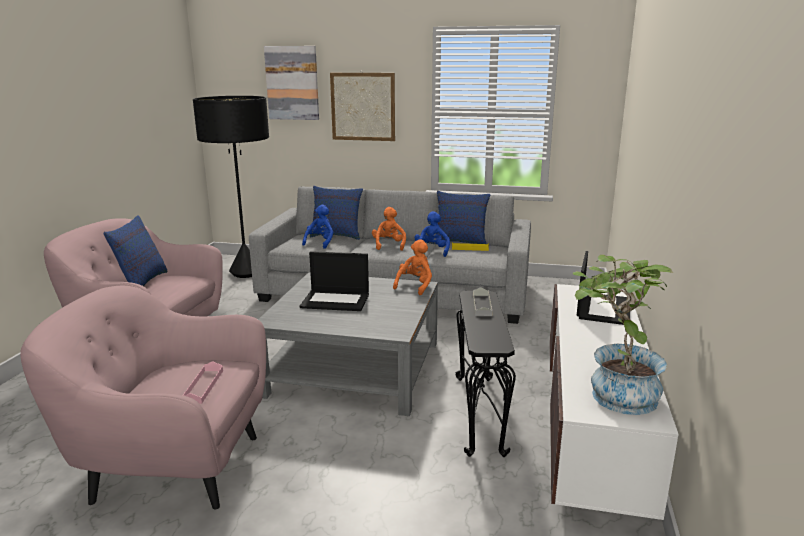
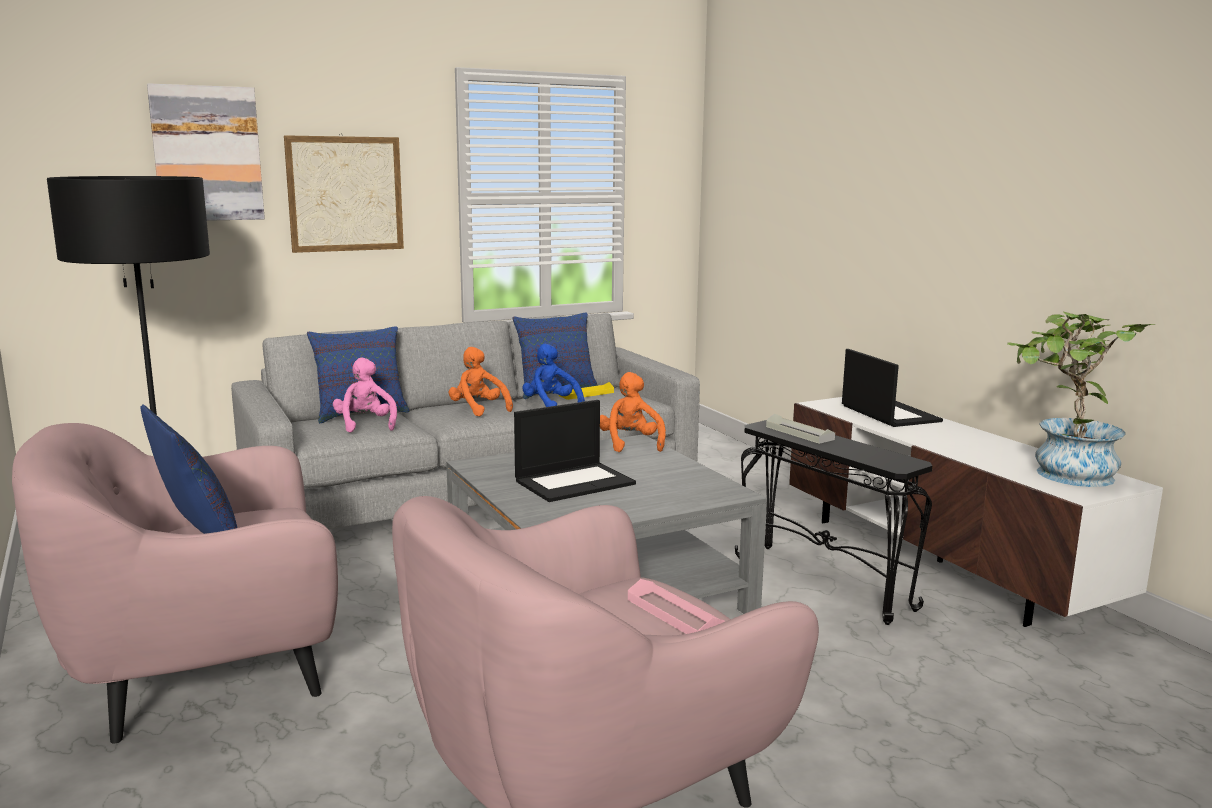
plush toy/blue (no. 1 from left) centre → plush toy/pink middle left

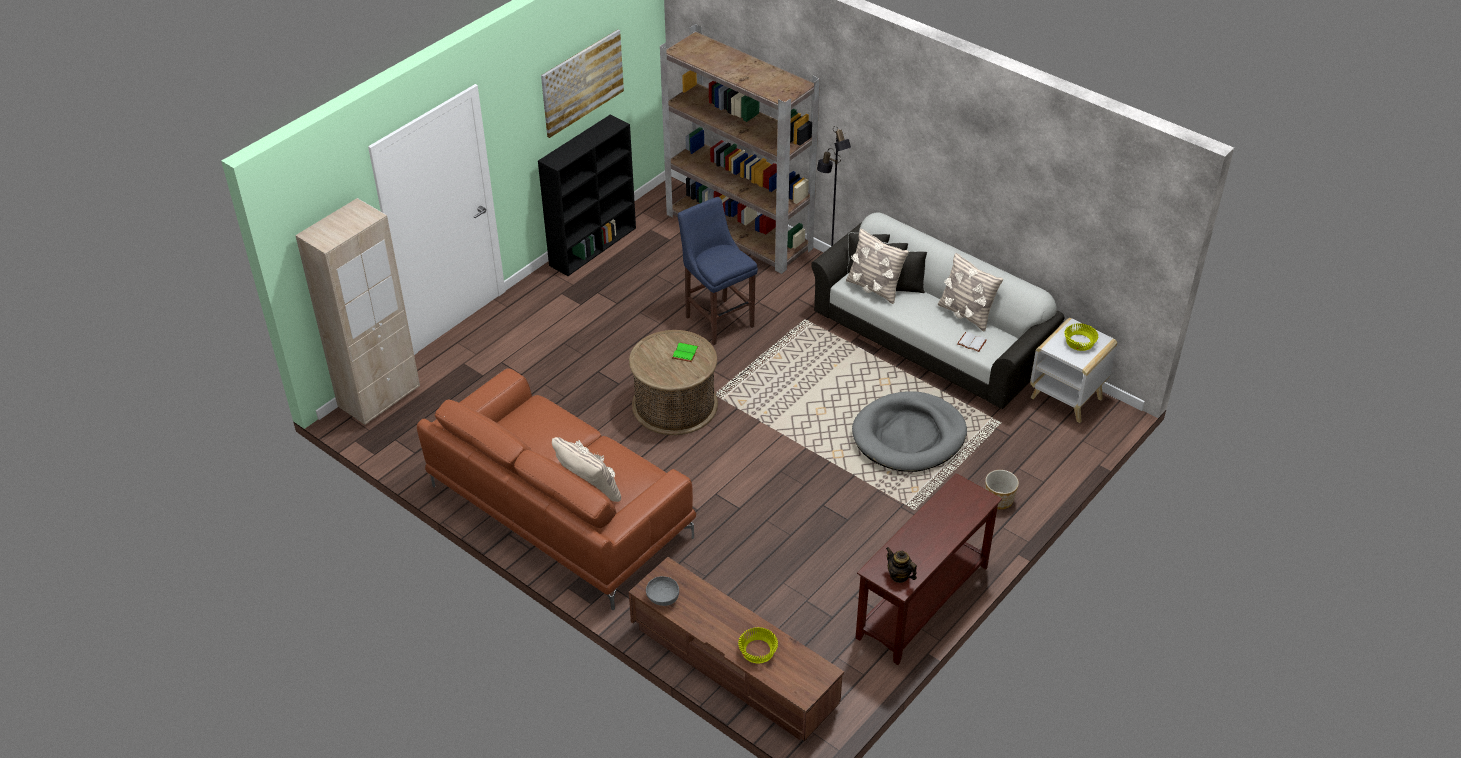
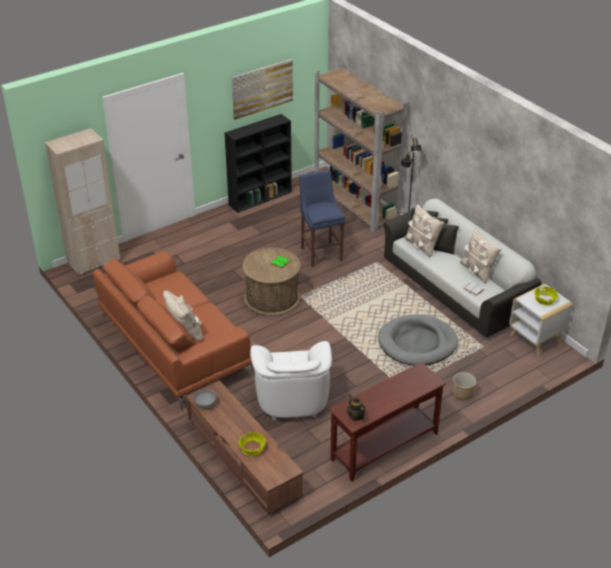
- → armchair/white bottom centre

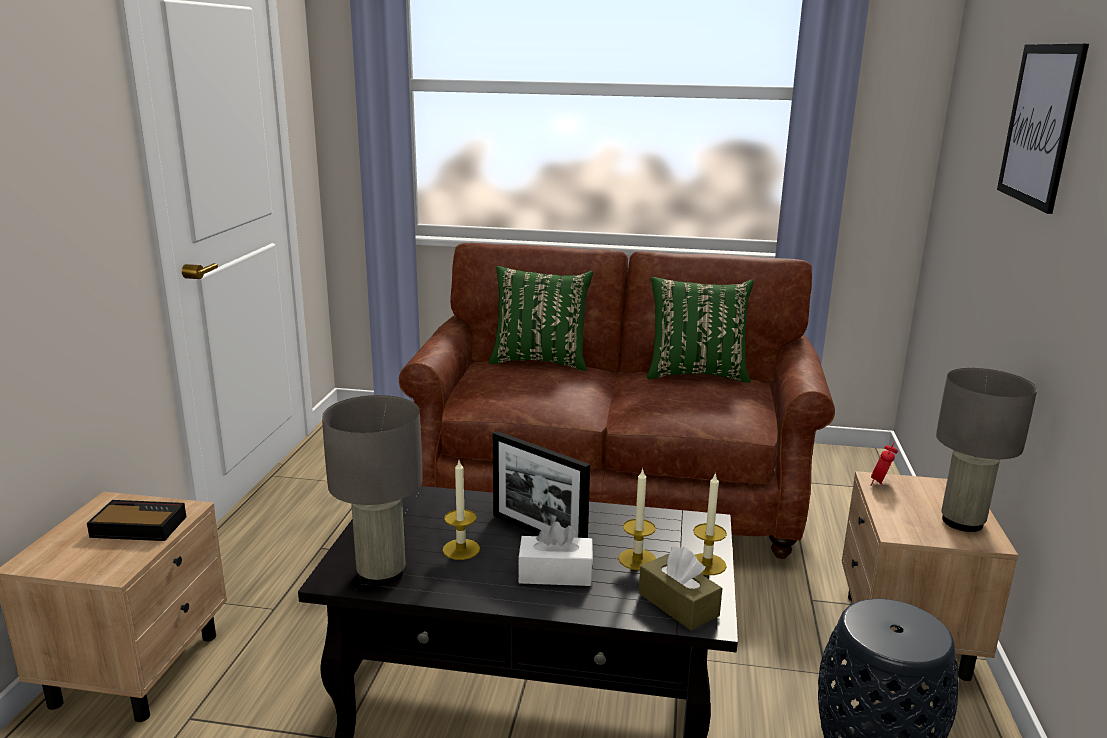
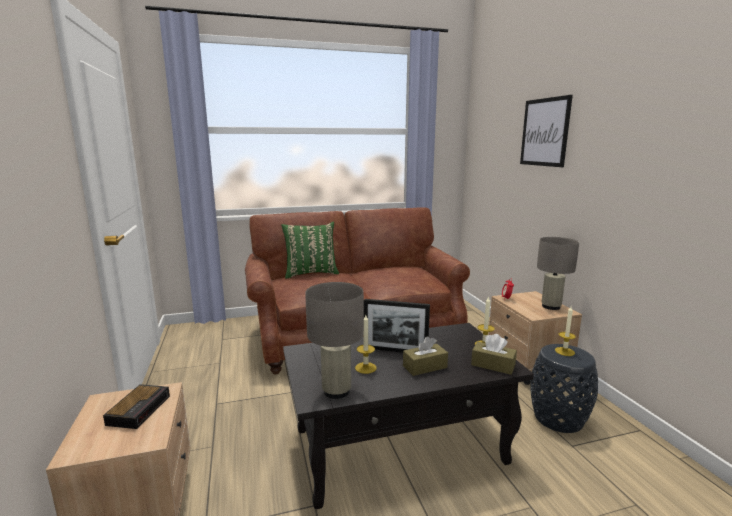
pillow/green (no. 2 from left) centre → -
candle (no. 2 from left in the first image) bottom centre → candle (no. 3 from left) middle right, relocated
tissue box/white bottom centre → tissue box/brown (no. 1 from left) bottom centre
alarm clock (no. 1 from left) bottom left, 120 degrees clockwise

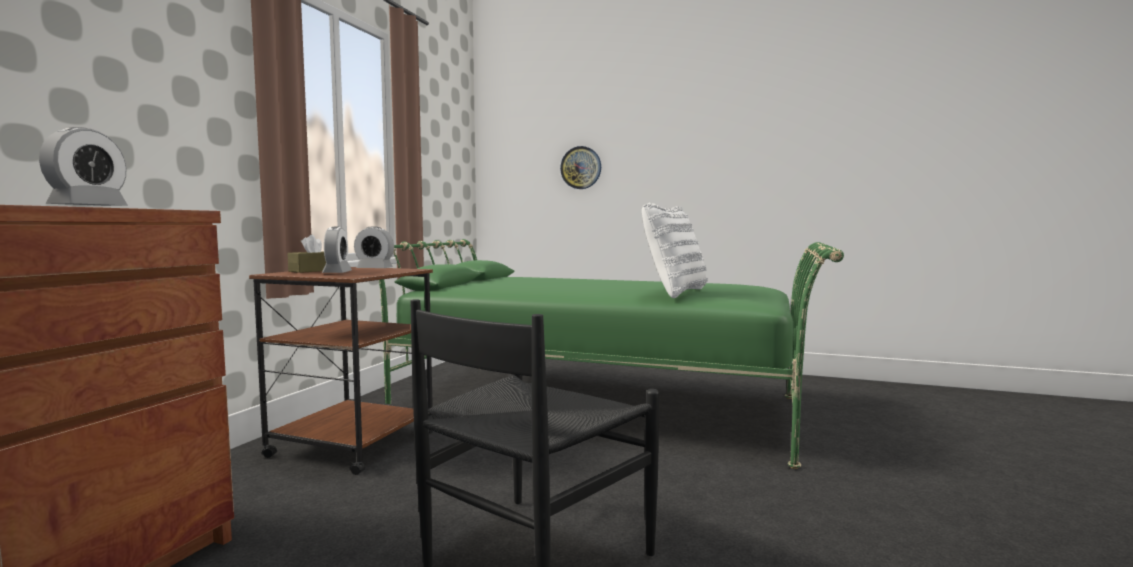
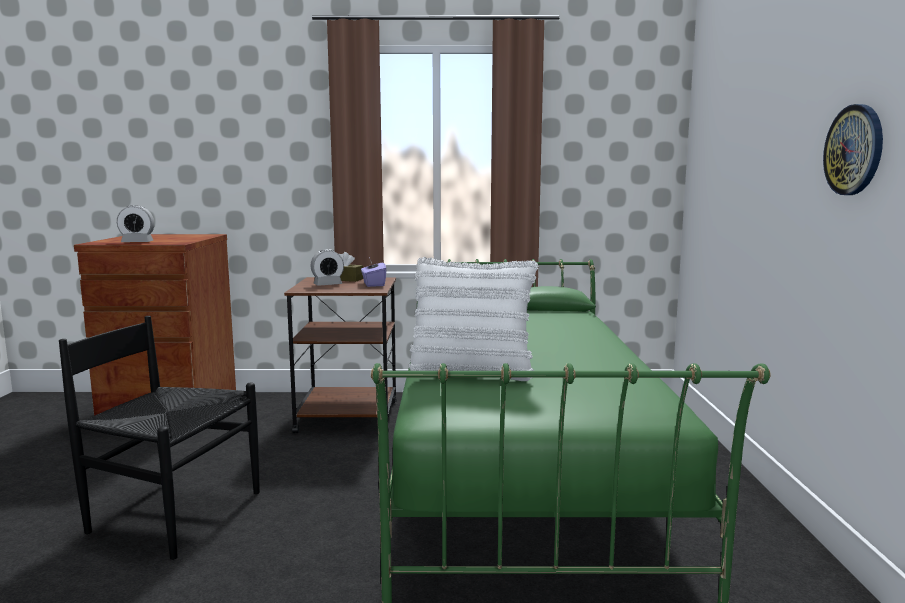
wall clock top centre → wall clock top right, relocated
alarm clock (no. 3 from left) middle left → tissue box/purple centre

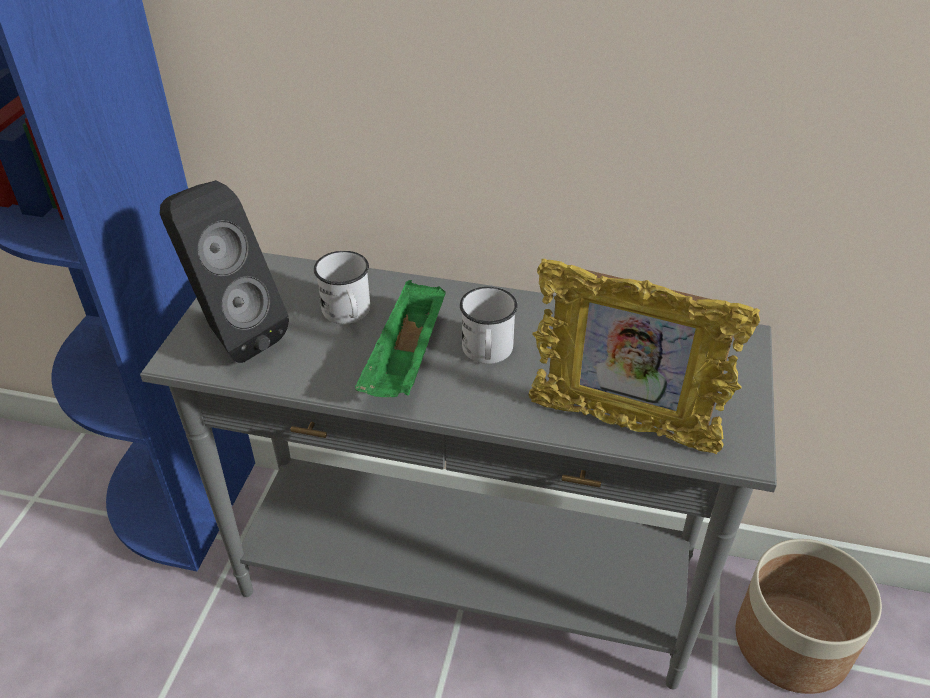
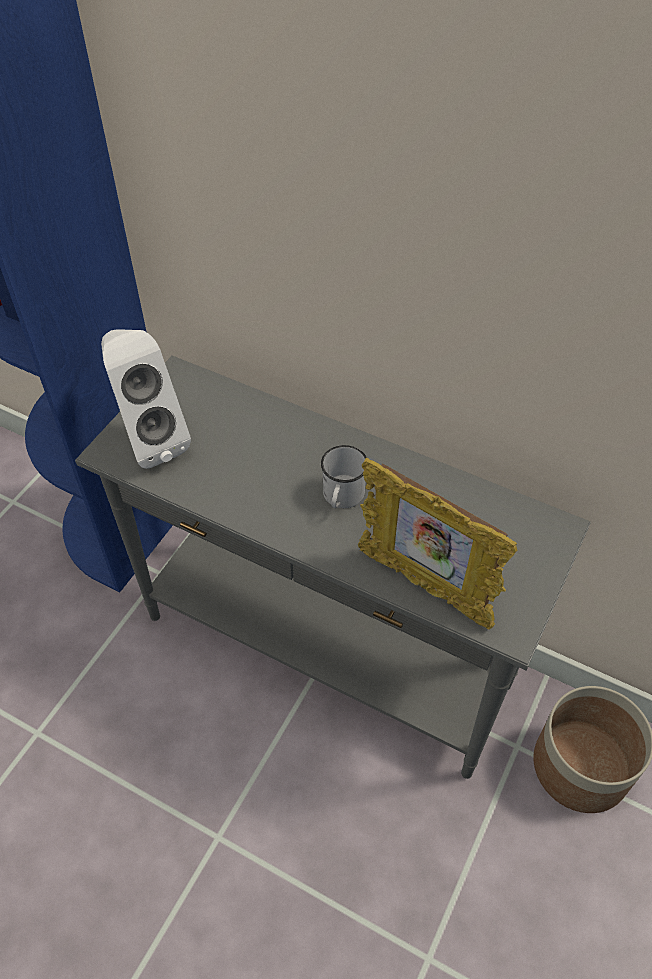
mug/white (no. 1 from left) centre → -
tray/green centre → -
speaker/black middle left → speaker/white middle left

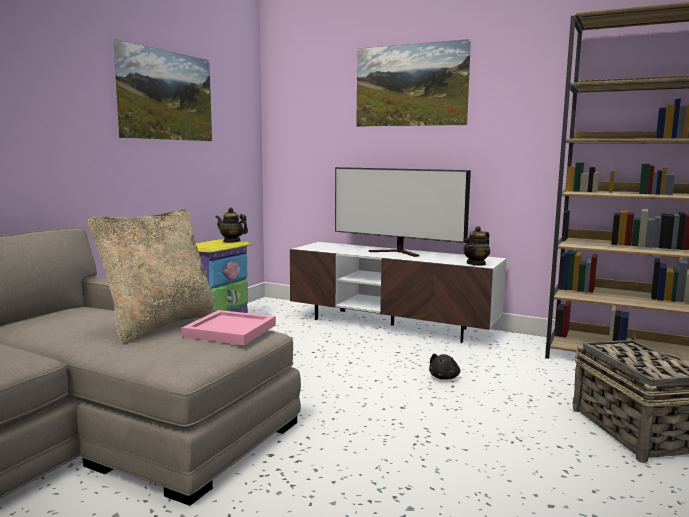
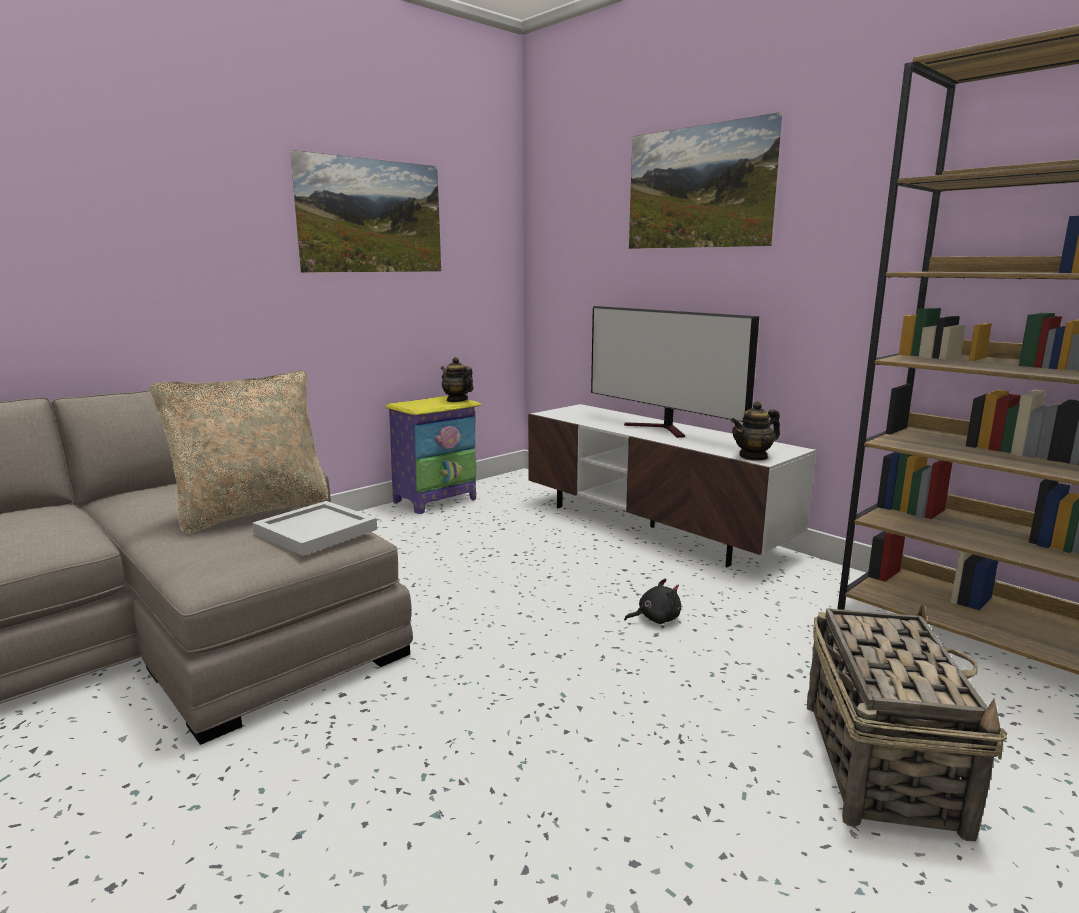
tray/pink middle left → tray/white middle left
plush toy/black bottom centre → plush toy/black centre, 150 degrees counterclockwise

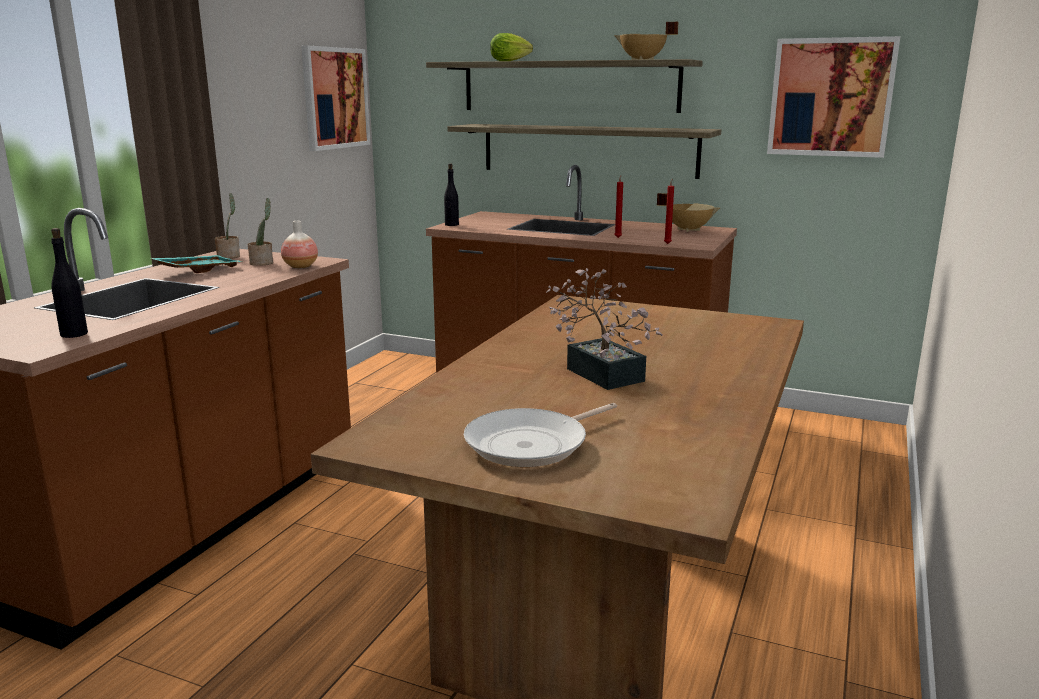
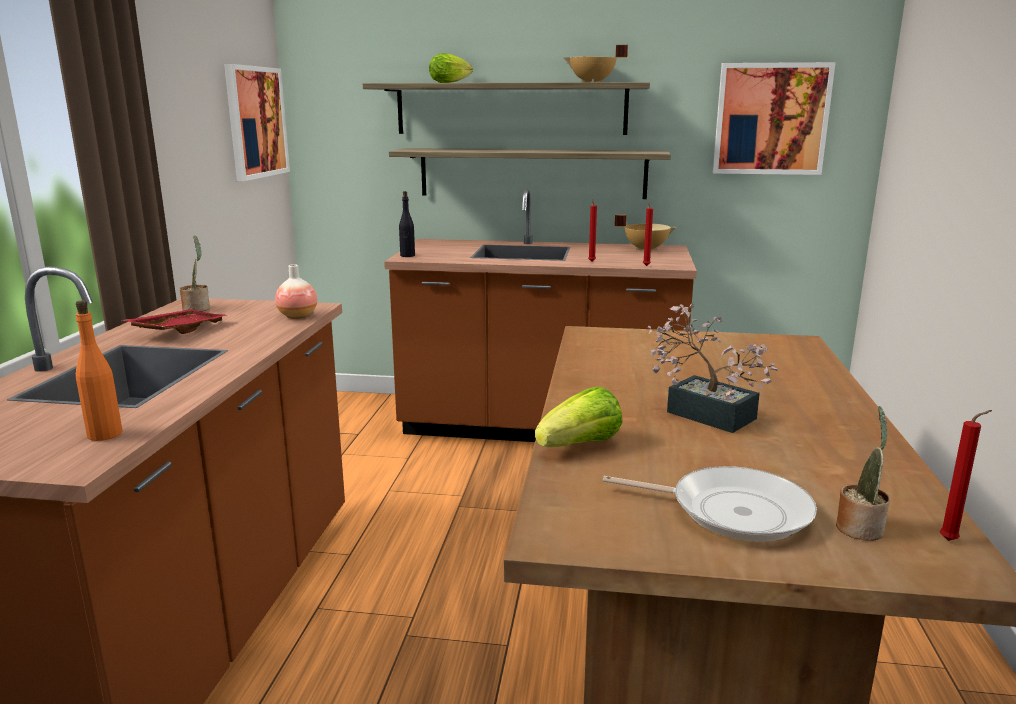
- → lettuce (no. 2 from left) centre
- → candle/red (no. 3 from left) bottom right
potted plant (no. 2 from left in the first image) top left → potted plant (no. 3 from left) bottom right, relocated
bottle/black (no. 1 from left) middle left → bottle/orange middle left
tray/turquoise middle left → tray/red middle left
frying pan centre → frying pan bottom right, 105 degrees counterclockwise

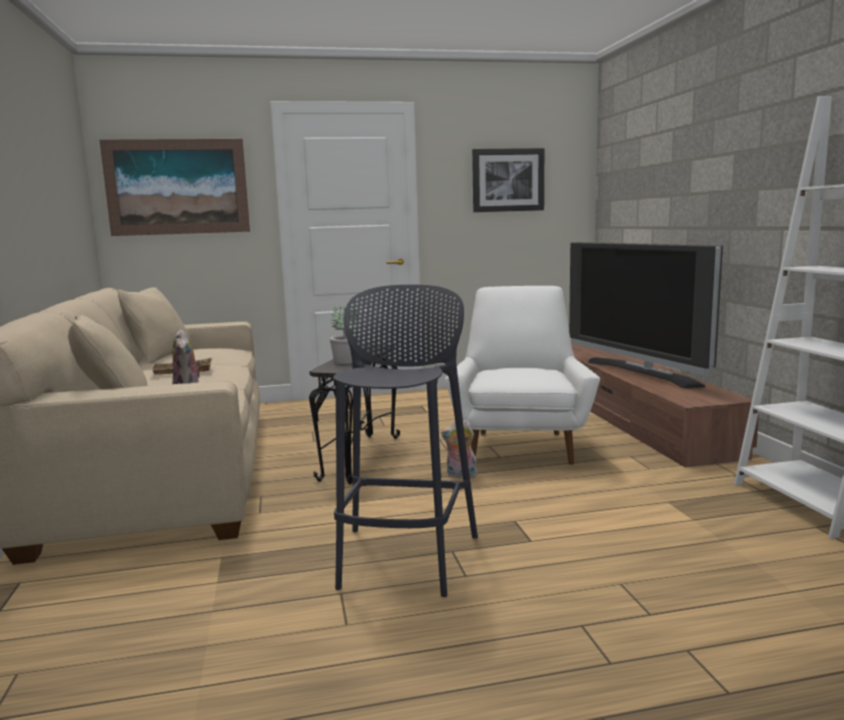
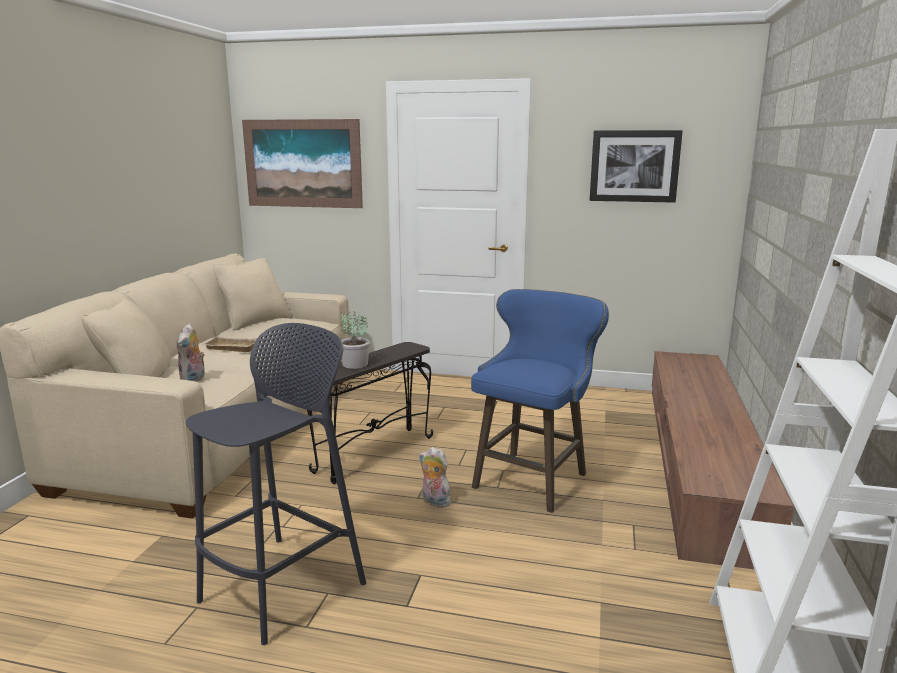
television middle right → -
armchair/white centre → stool/blue centre

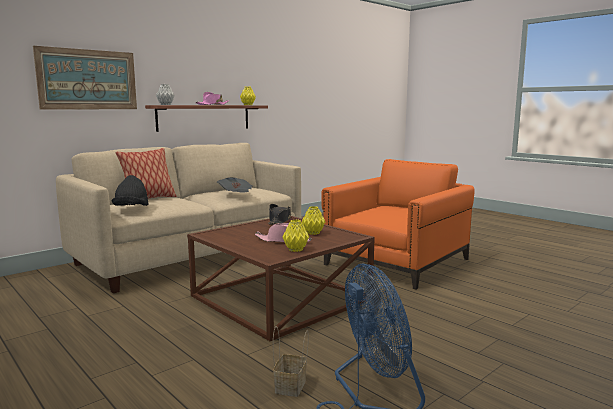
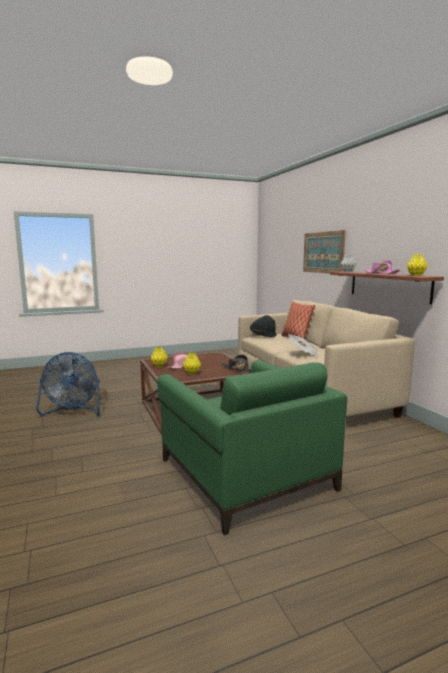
armchair/orange centre → armchair/green centre

